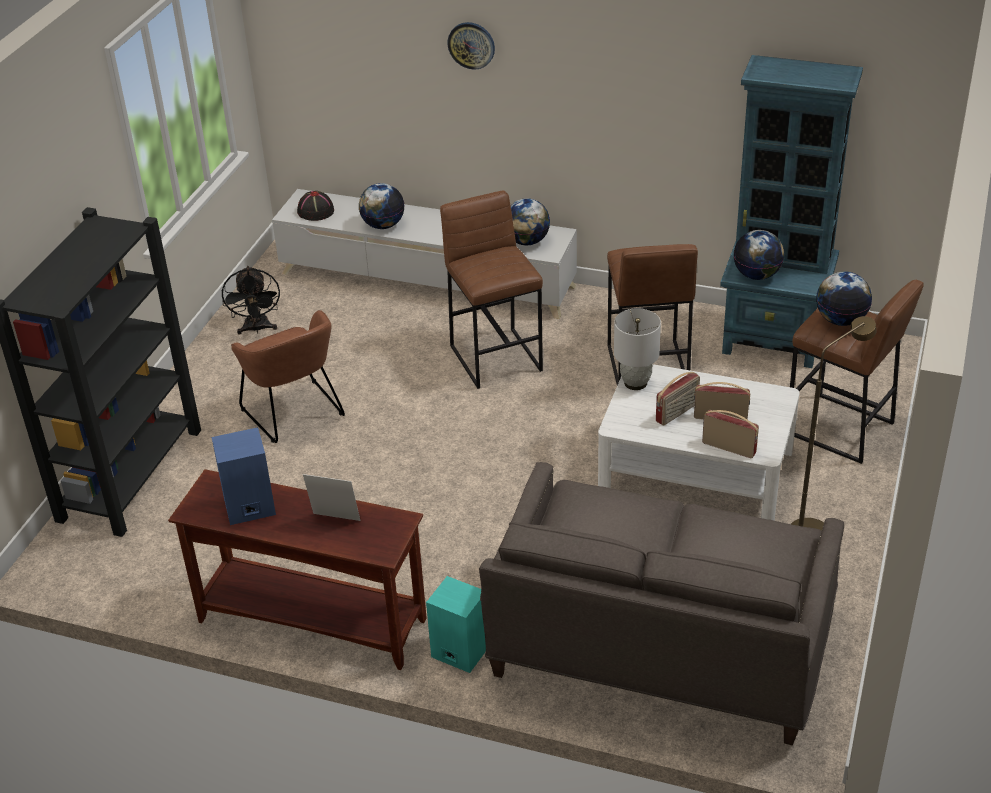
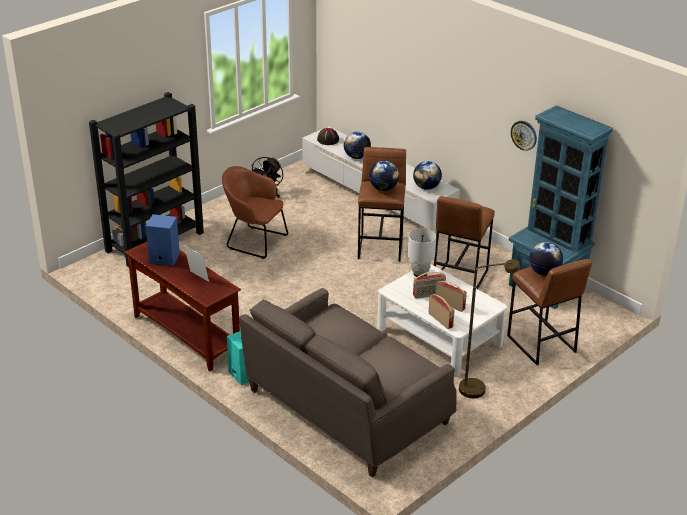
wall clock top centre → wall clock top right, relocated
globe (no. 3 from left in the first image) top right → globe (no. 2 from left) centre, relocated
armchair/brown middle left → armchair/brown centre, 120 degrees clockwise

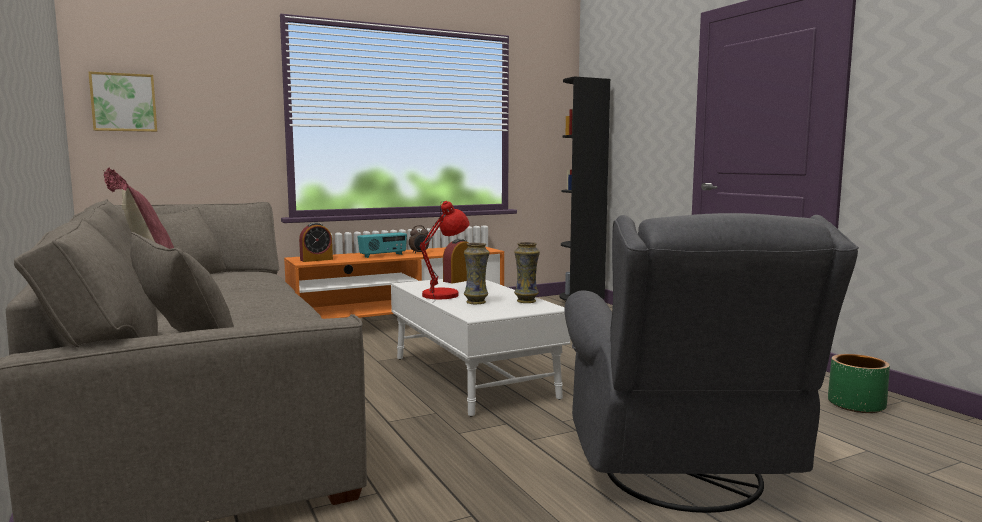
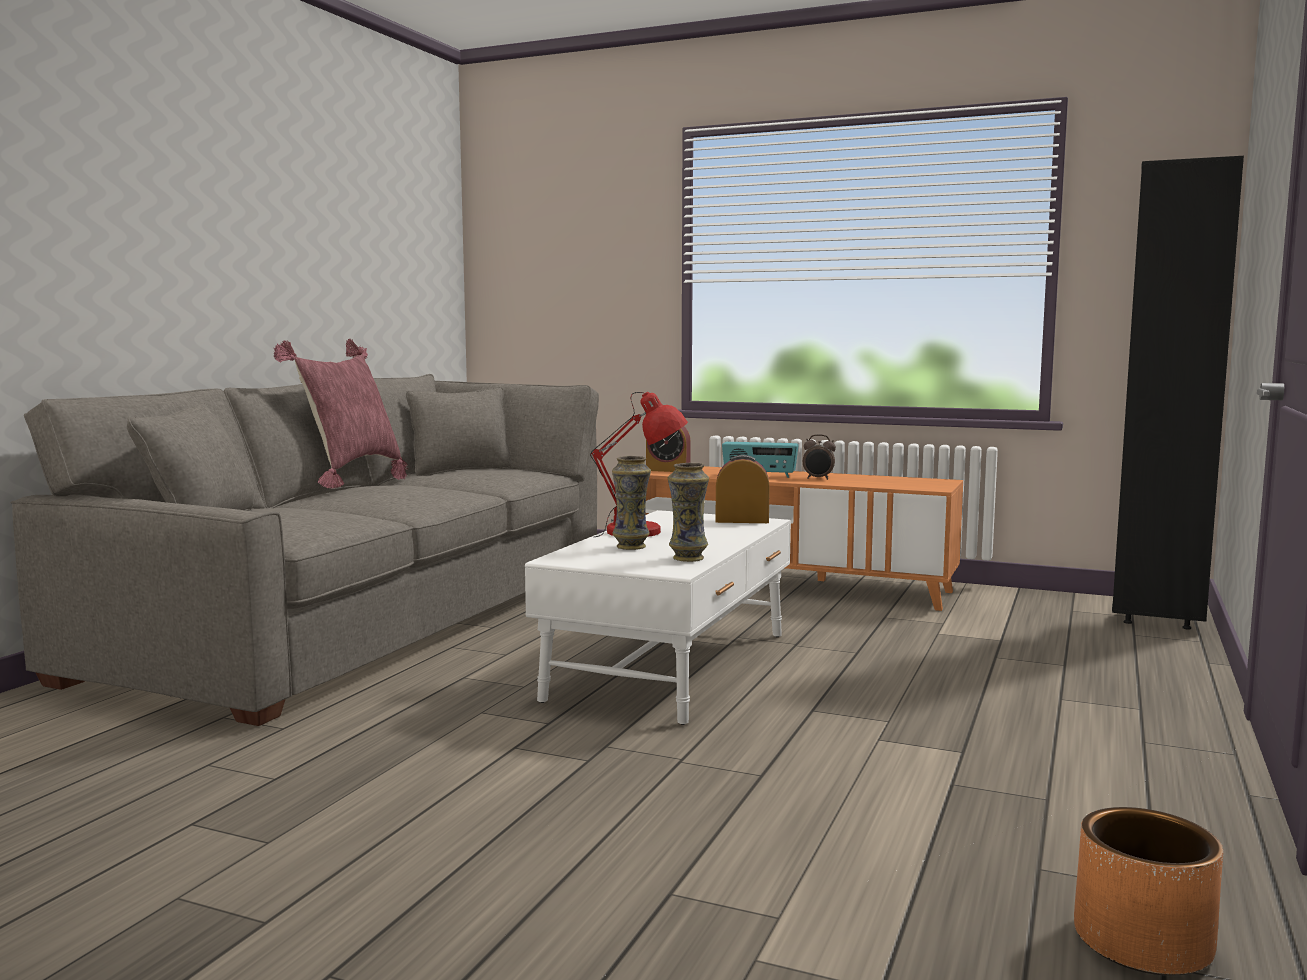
picture top left → -
armchair/grey bottom right → -
planter/green bottom right → planter/orange bottom right

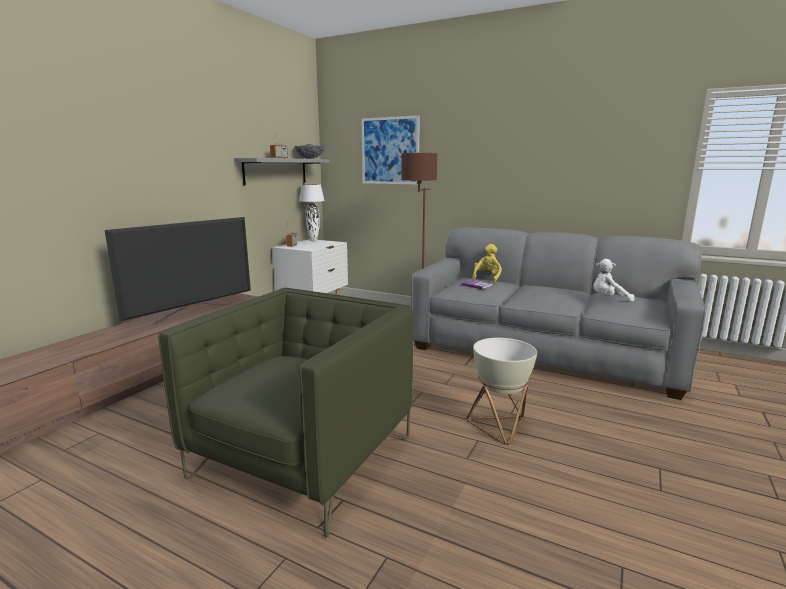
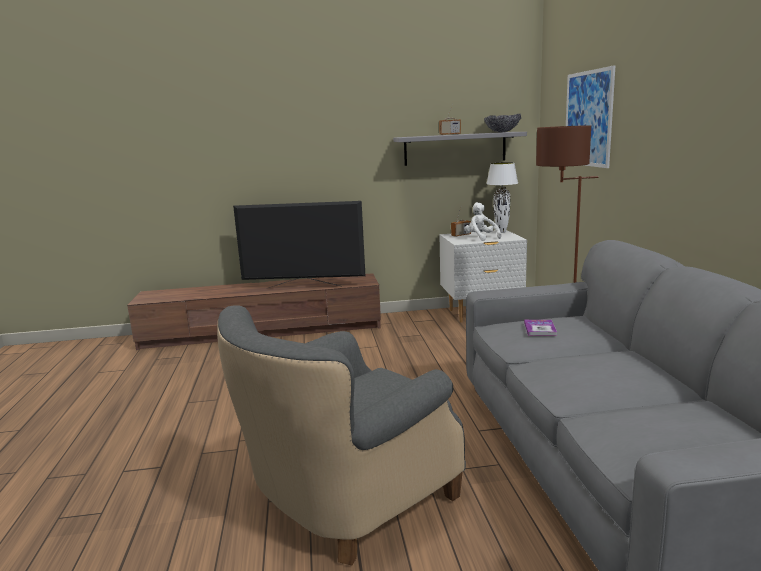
armchair/green bottom centre → -
plush toy/yellow centre → -
plush toy/white middle right → plush toy/white centre, relocated
planter centre → armchair/grey bottom centre

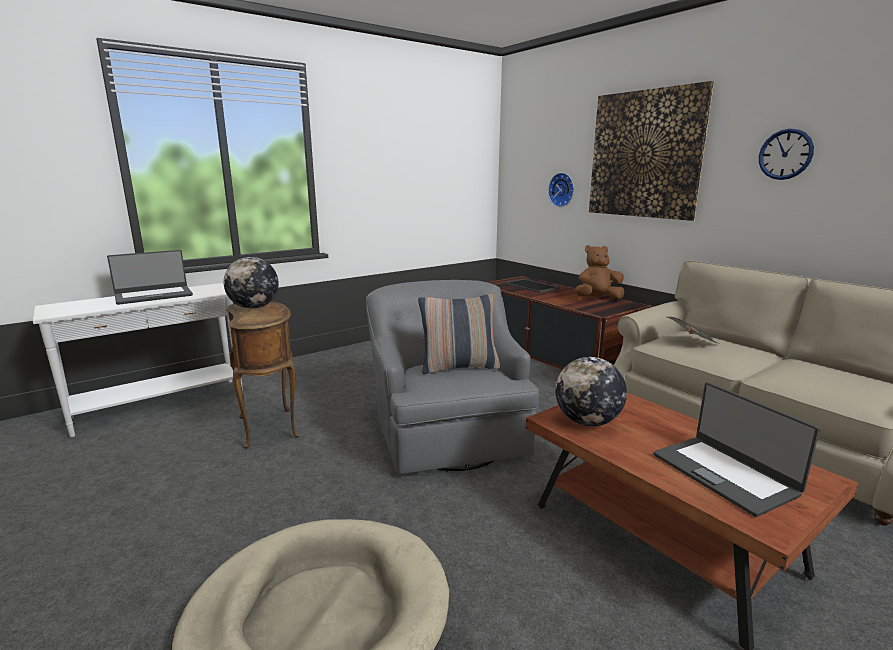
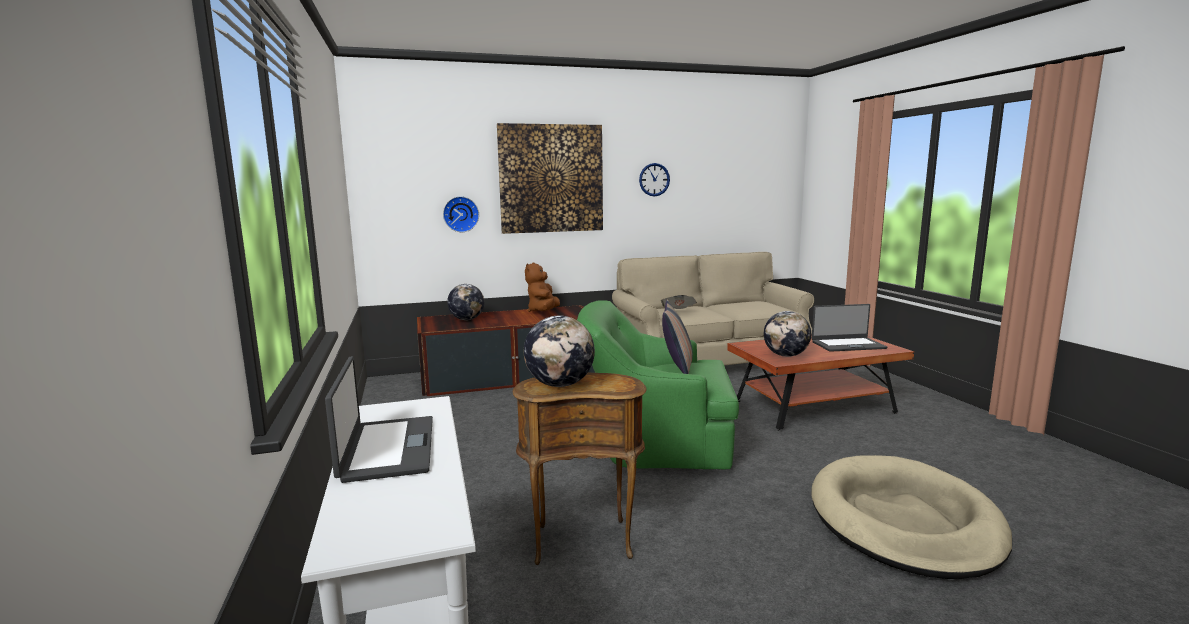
tray centre → globe (no. 1 from left) centre
armchair/grey centre → armchair/green centre

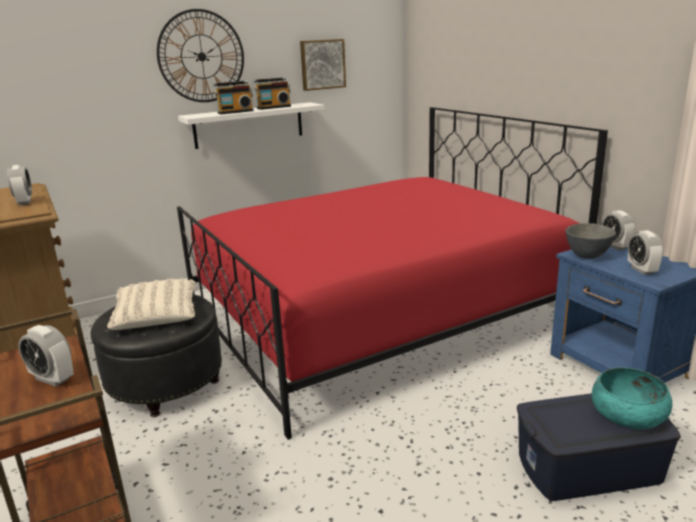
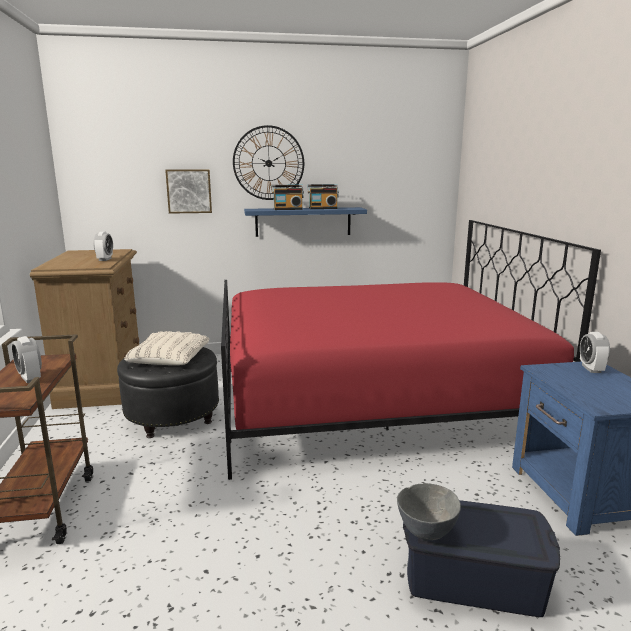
bowl/turquoise bottom right → -
alarm clock (no. 4 from left) middle right → -
picture top centre → picture top left, relocated
bowl/grey middle right → bowl/grey bottom right, relocated
shelf/white top centre → shelf/blue centre

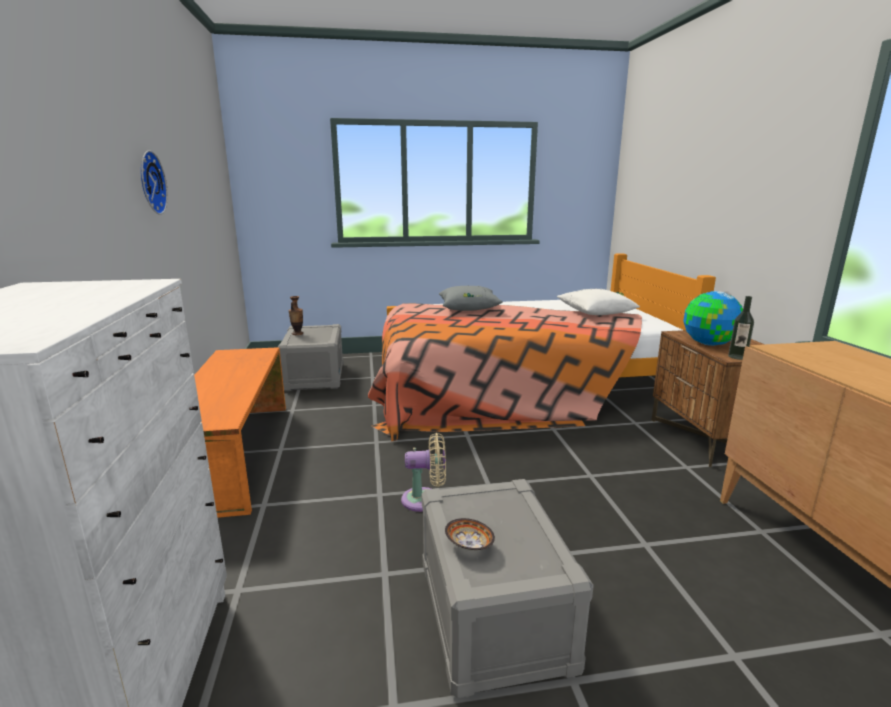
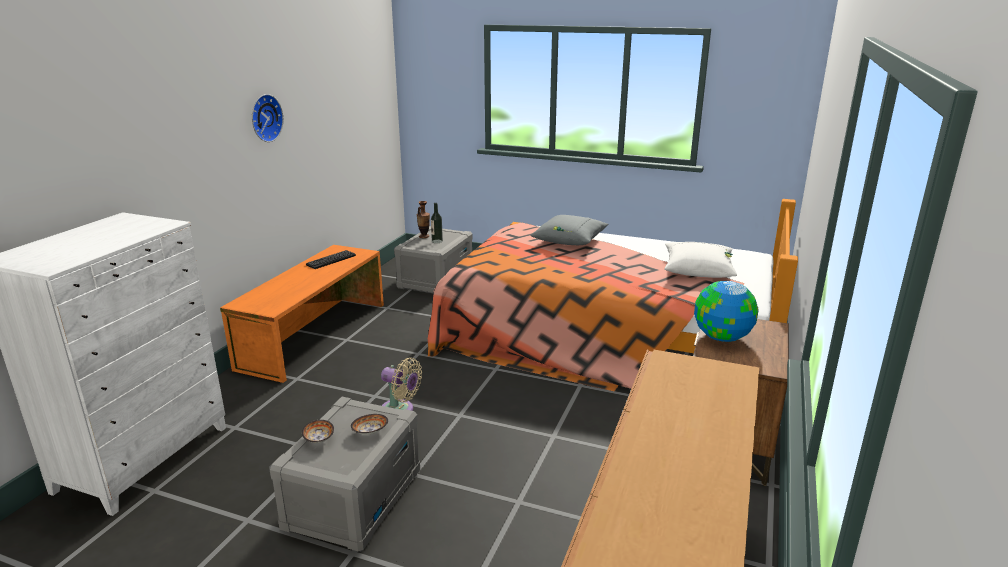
- → keyboard middle left
- → bowl (no. 2 from left) bottom centre
bottle middle right → bottle centre, relocated

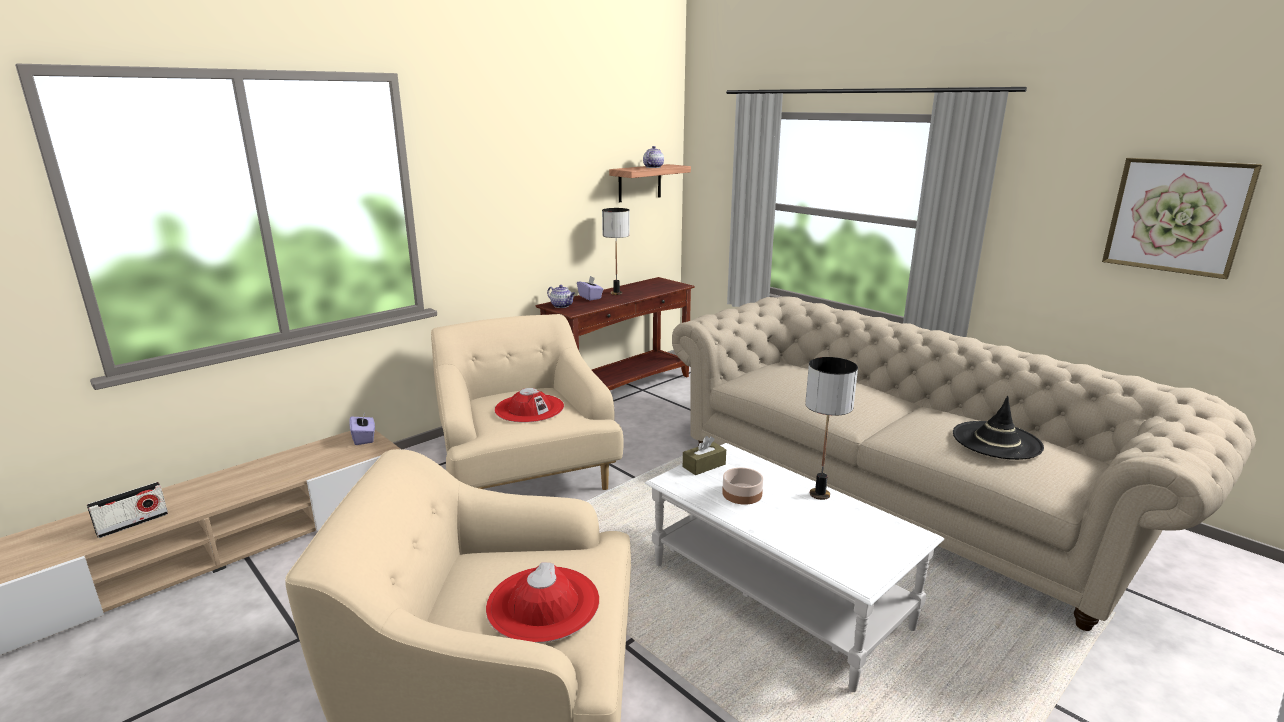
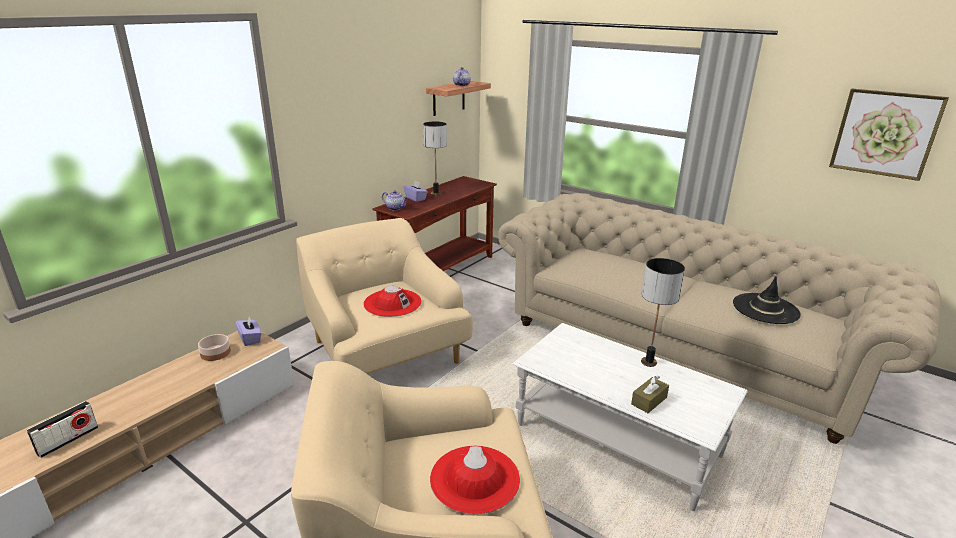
tissue box/brown centre → tissue box/brown bottom right, relocated
bowl bottom centre → bowl middle left, relocated

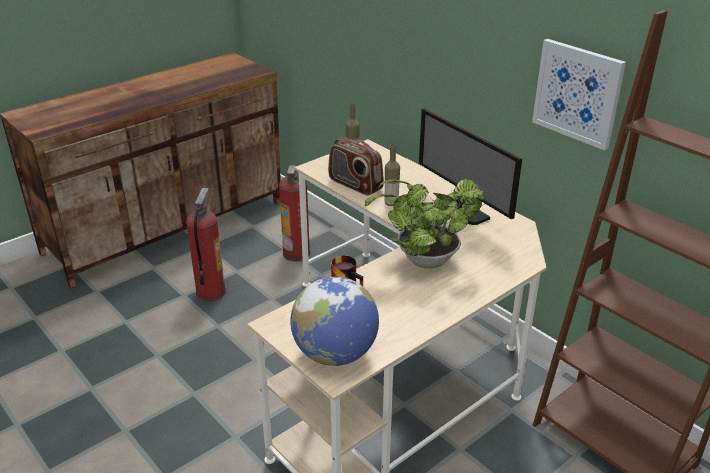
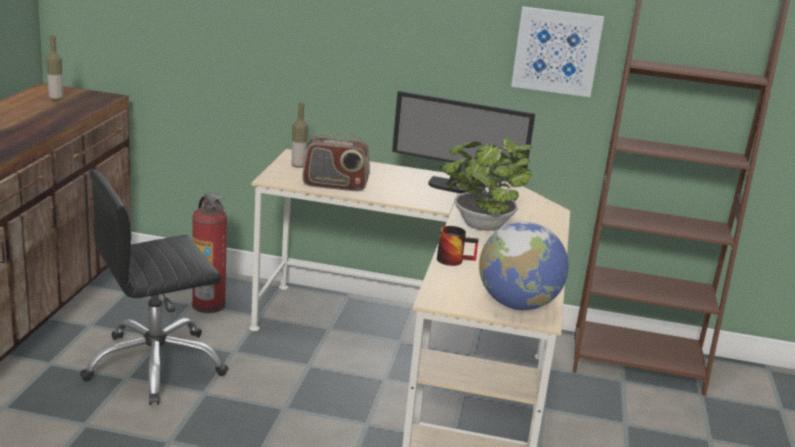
bottle (no. 2 from left in the first image) centre → bottle (no. 1 from left) top left, relocated
fire extinguisher (no. 1 from left) middle left → office chair/black middle left

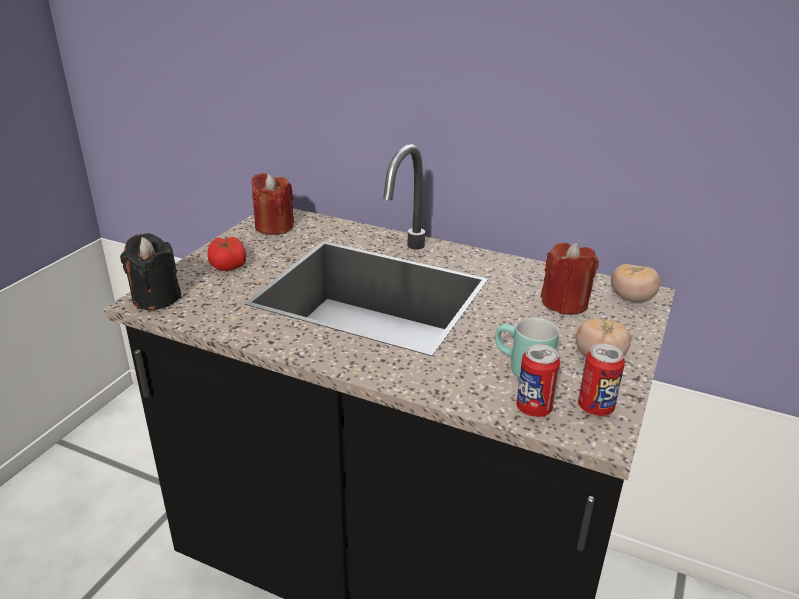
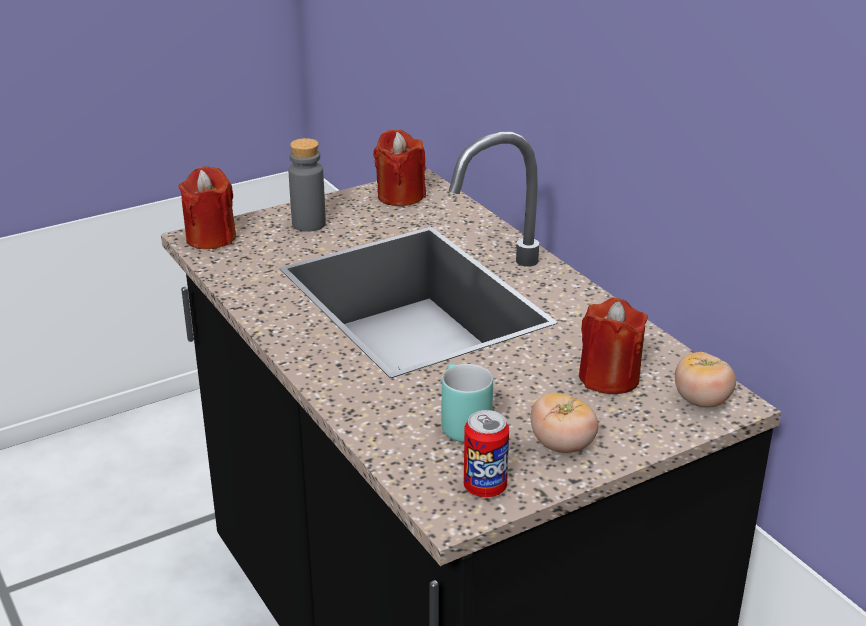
can (no. 1 from left) middle right → -
tomato (no. 1 from left) middle left → bottle/grey top centre
candle/black middle left → candle/red (no. 1 from left) top left

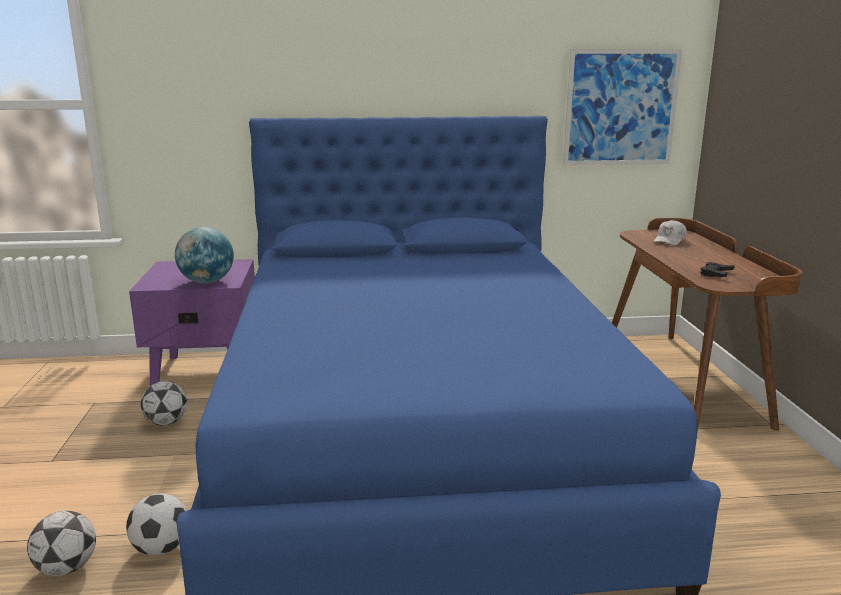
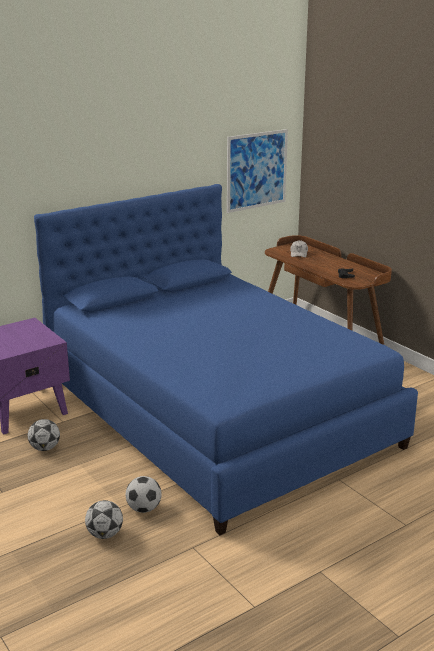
globe middle left → -

